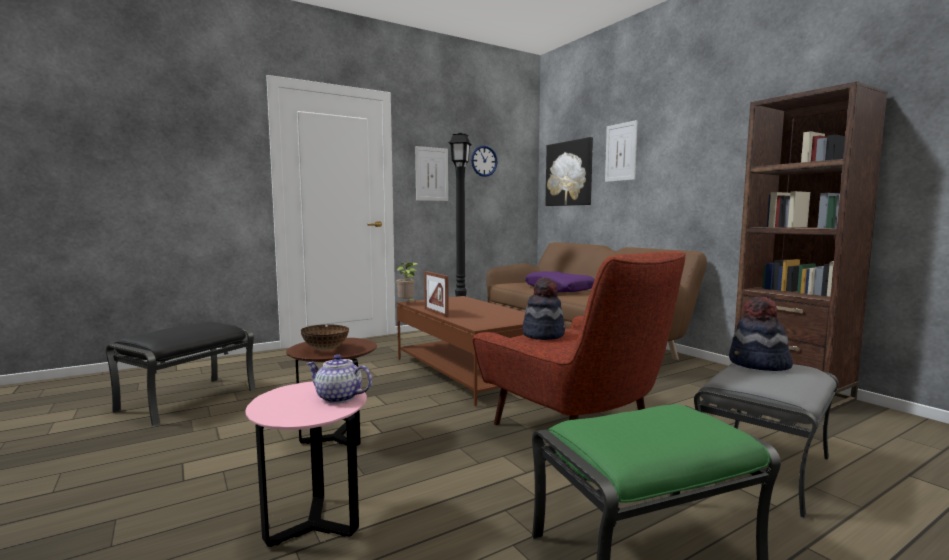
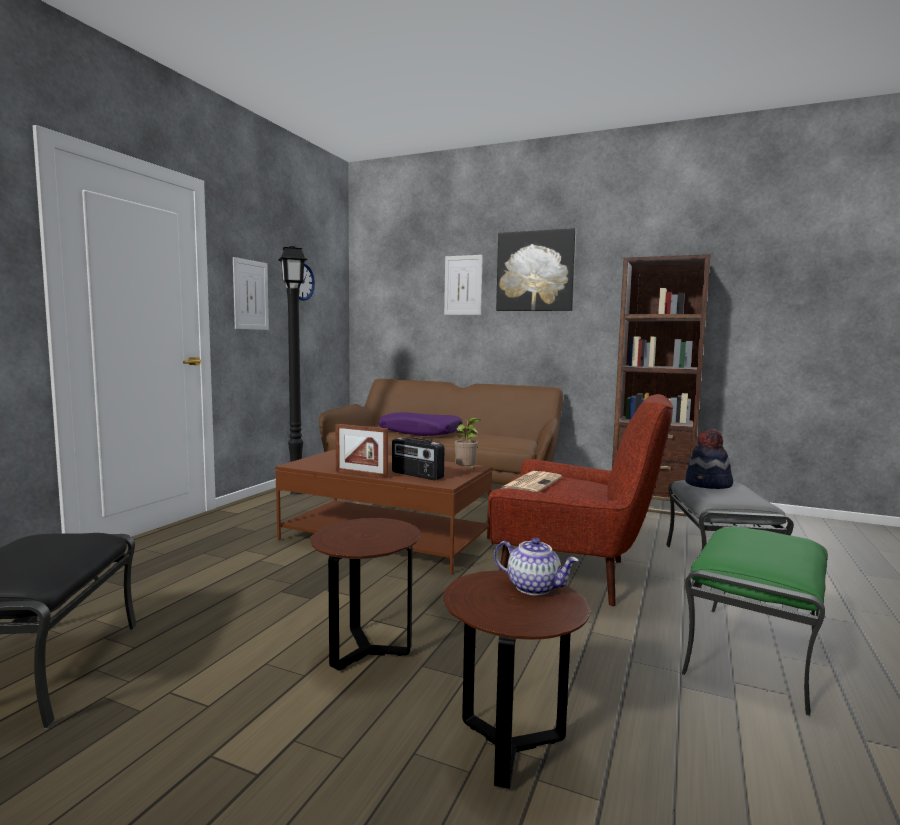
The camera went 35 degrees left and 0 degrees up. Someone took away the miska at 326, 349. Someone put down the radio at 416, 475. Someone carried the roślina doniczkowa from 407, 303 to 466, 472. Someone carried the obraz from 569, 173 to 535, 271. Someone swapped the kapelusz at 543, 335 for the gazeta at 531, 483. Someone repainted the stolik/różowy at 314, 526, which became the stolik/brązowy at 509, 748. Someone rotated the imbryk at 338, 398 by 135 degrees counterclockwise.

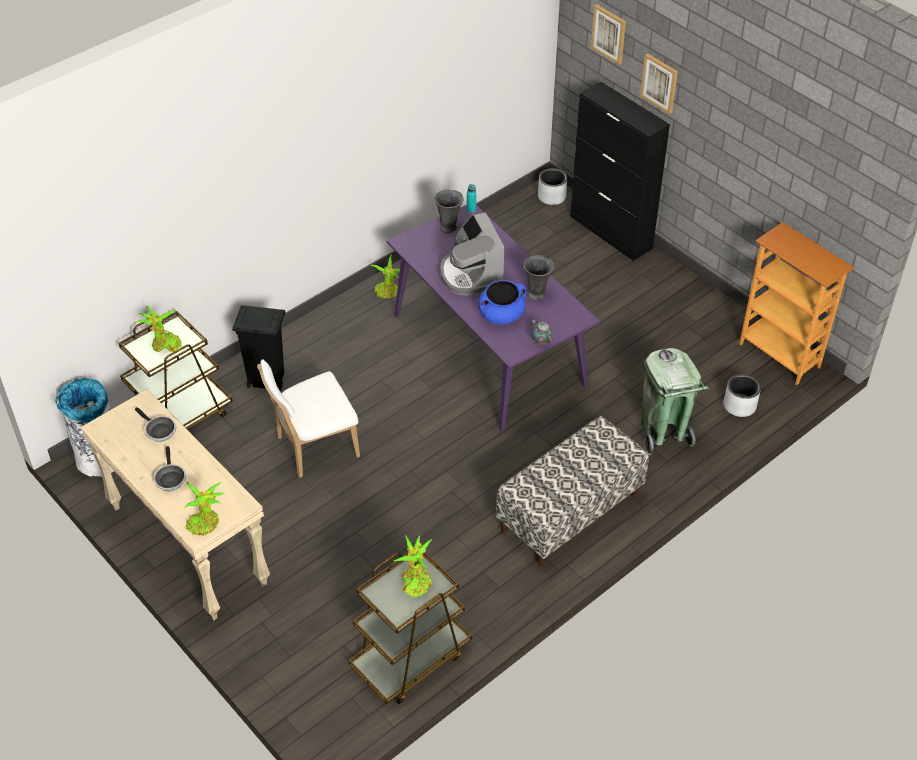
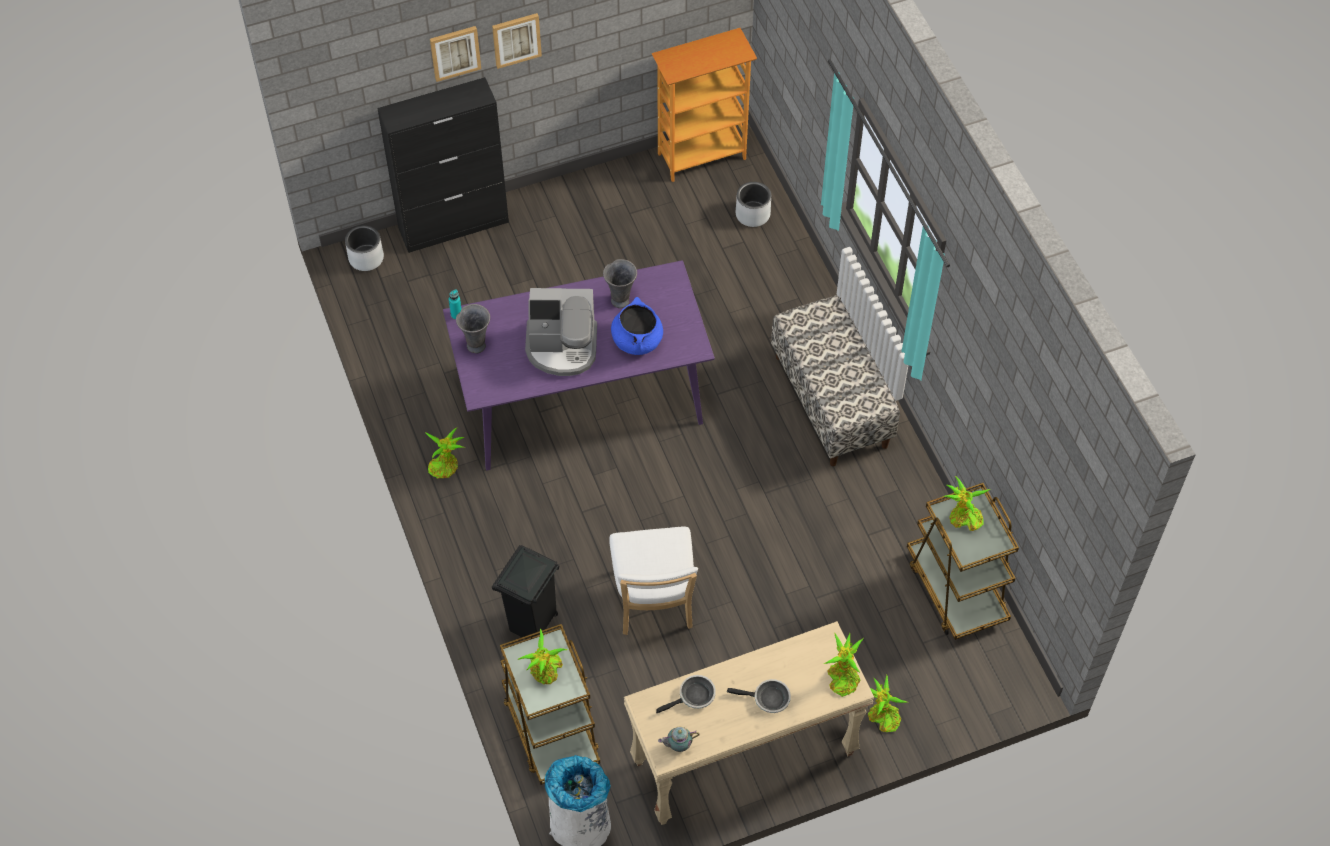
The camera went 70 degrees left and 10 degrees up. Someone took away the kosz na śmieci/zielony at 663, 433. Someone put down the roślina doniczkowa at 882, 716. Someone carried the imbryk from 541, 341 to 678, 745. Someone carried the obraz from 609, 34 to 516, 39.

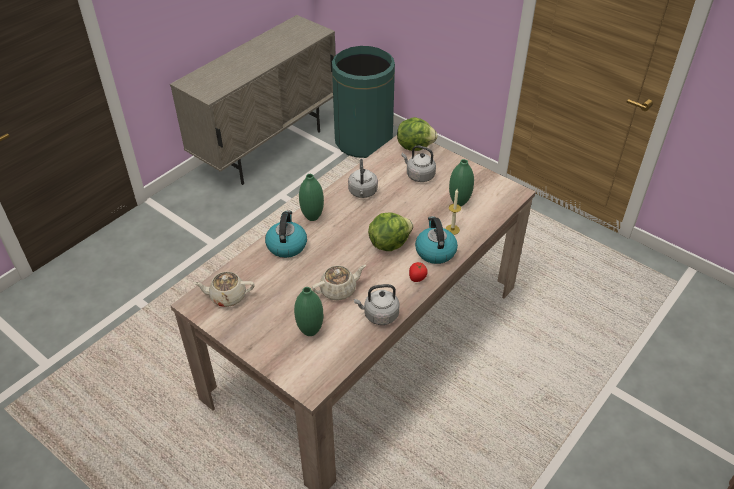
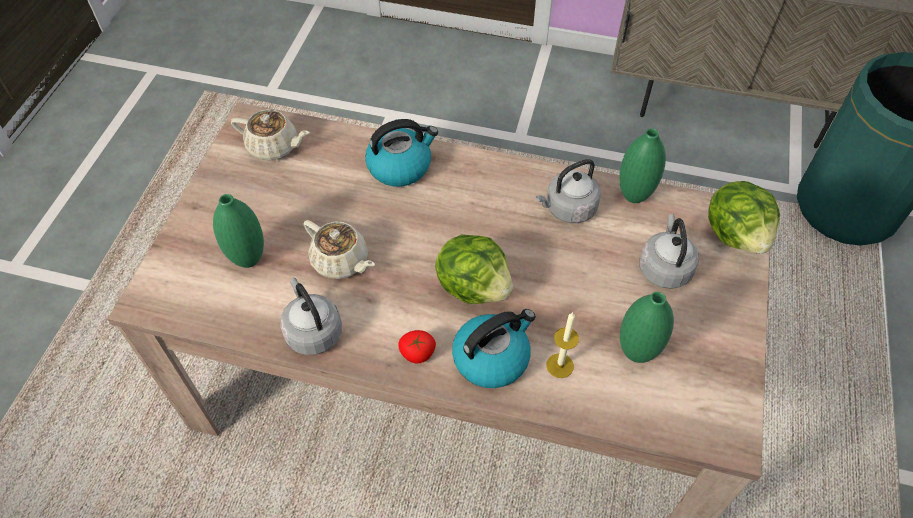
The camera went 65 degrees right and 10 degrees up. Someone carried the wazon/zielony from 312, 217 to 634, 196. Someone rotated the imbryk/beżowy at 227, 296 by 135 degrees clockwise.

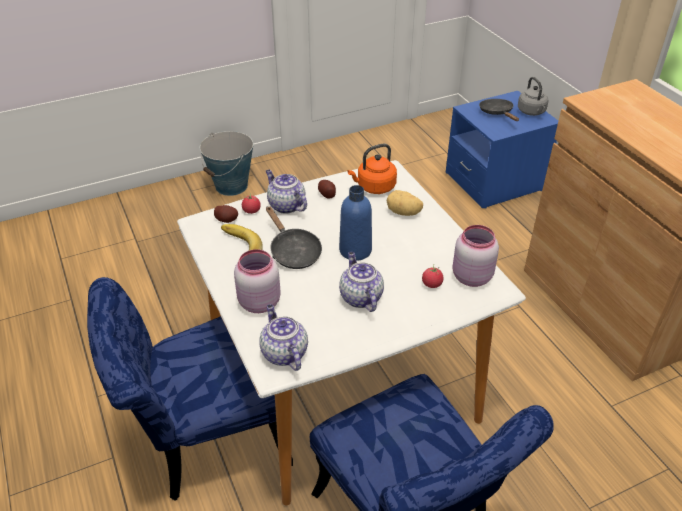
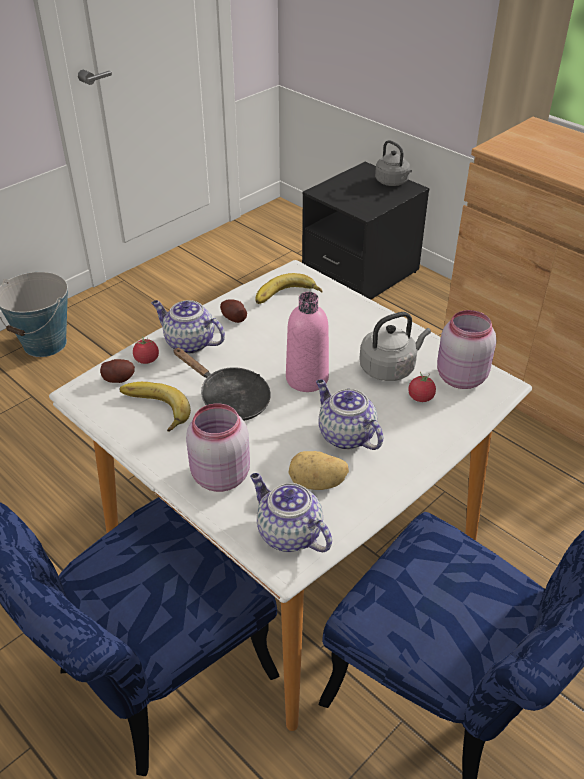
The camera went 20 degrees left and 0 degrees up. Someone took away the patelnia/czarny at 497, 113. Someone put down the czajnik/szary at 389, 368. Someone carried the ziemniak from 403, 213 to 317, 483. Someone swapped the czajnik/pomarańczowy at 374, 187 for the banan at 287, 297. Someone repainted the butelka/niebieski at 355, 250, which became the butelka/różowy at 307, 379. Someone repainted the szafka nocna/niebieski at 494, 181, which became the szafka nocna/czarny at 360, 272.

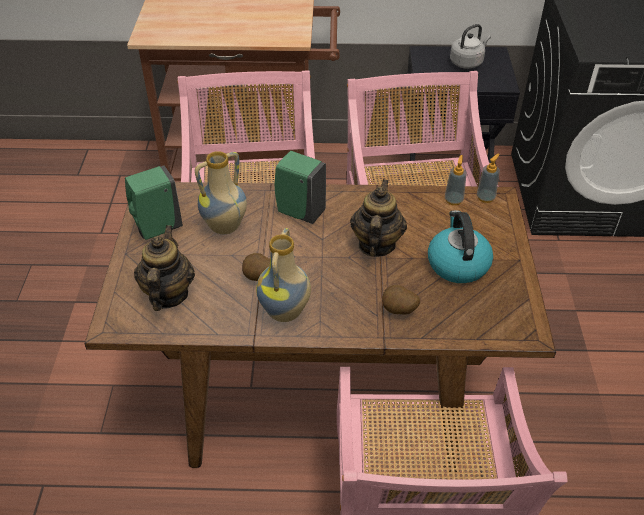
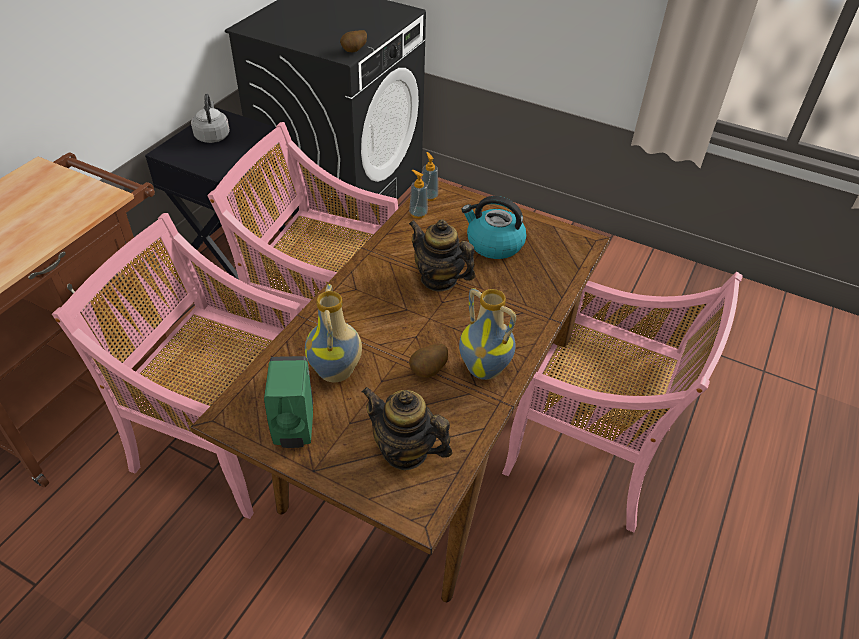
The camera went 65 degrees left and 0 degrees up. Someone took away the dozownik mydła/zielony at 299, 212. Someone carried the ziemniak from 398, 311 to 354, 51.

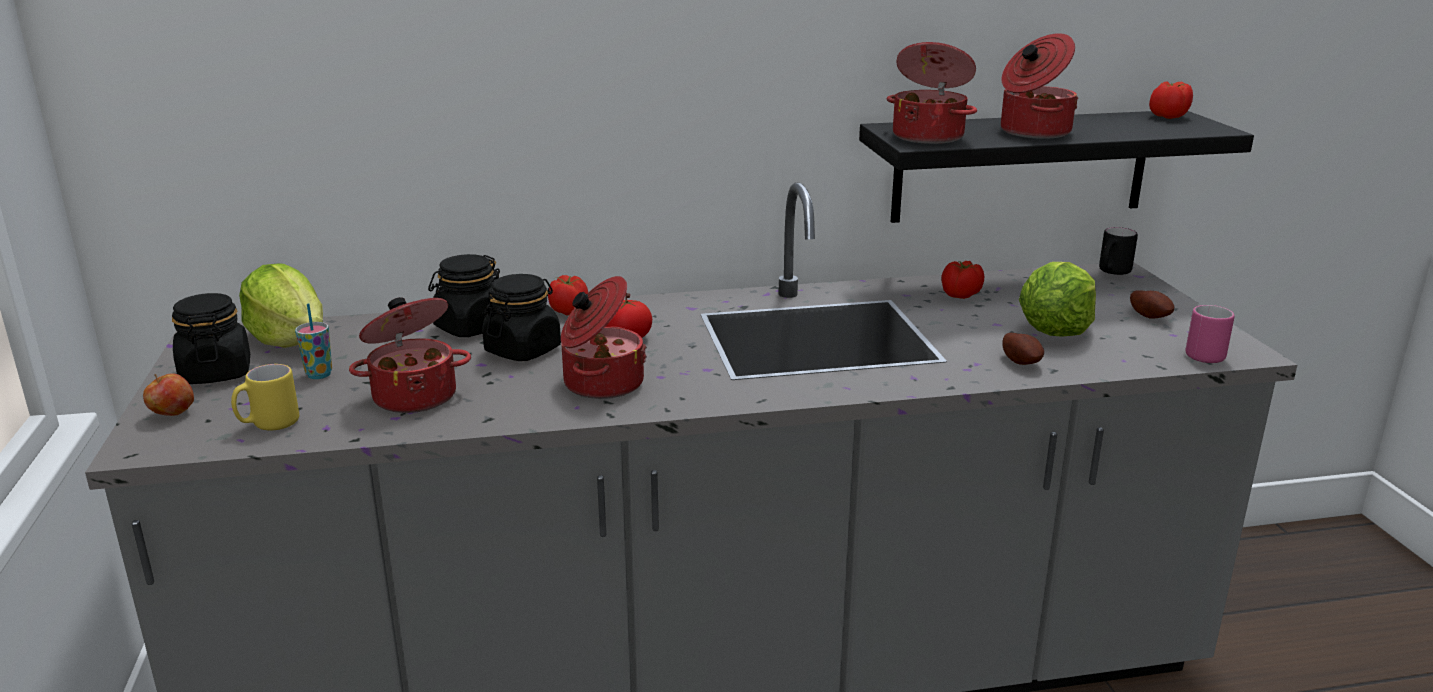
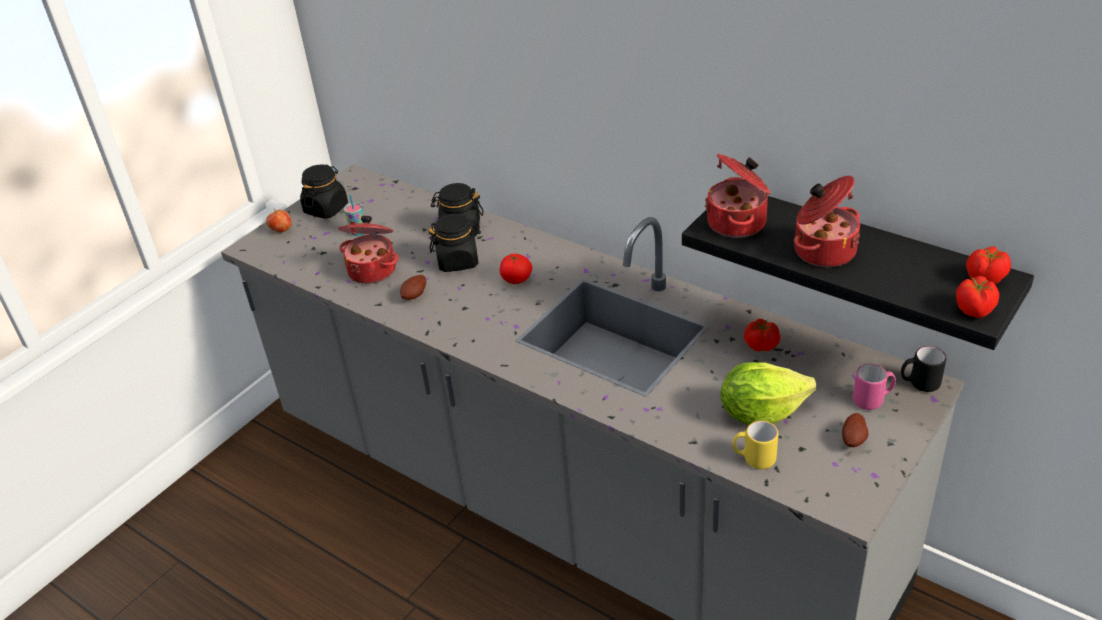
The camera went 50 degrees right and 15 degrees up. Someone took away the sałata at 290, 340. Someone took away the garnek at 601, 383. Someone carried the kubek/żółty from 268, 425 to 754, 459. Someone carried the pomidor from 570, 311 to 974, 310. Someone carried the ziemniak from 1022, 362 to 415, 296. Someone carried the kubek/różowy from 1206, 354 to 873, 400.

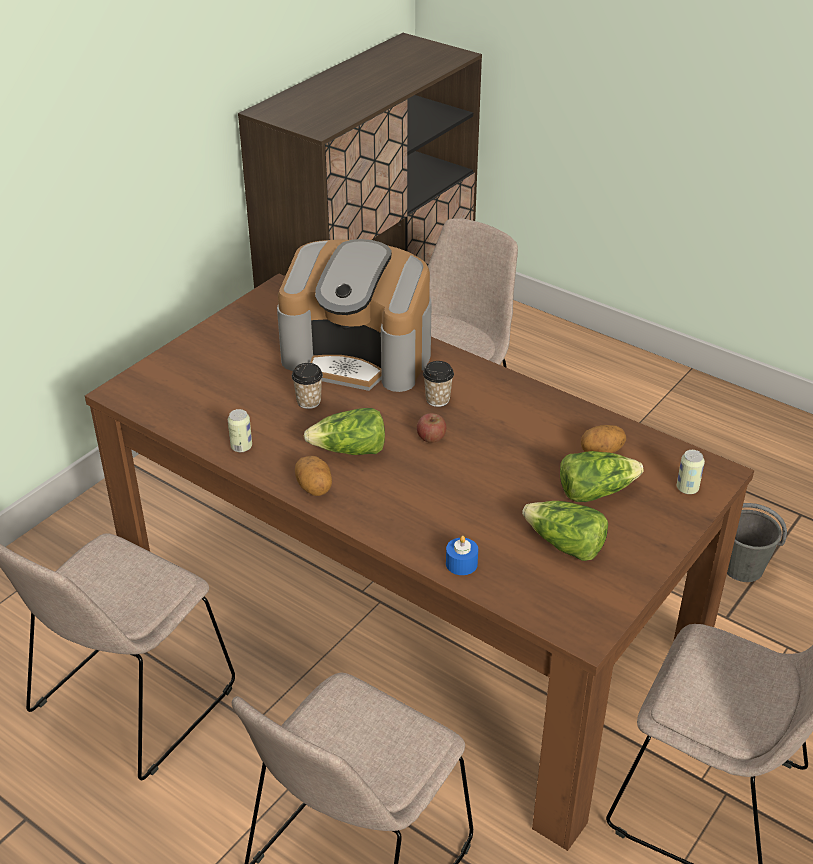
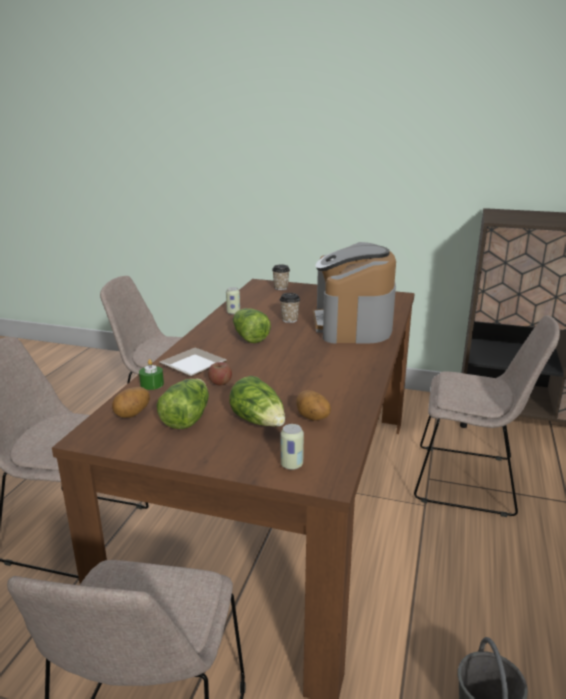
The camera went 70 degrees right and 15 degrees down. Someone put down the talerz at 191, 365. Someone carried the ziemniak from 314, 488 to 133, 414. Someone carried the jabłko from 431, 437 to 220, 382. Someone carried the filiżanka from 437, 400 to 281, 288. Someone repainted the świeca/niebieski at 461, 563, which became the świeca/zielony at 152, 384.

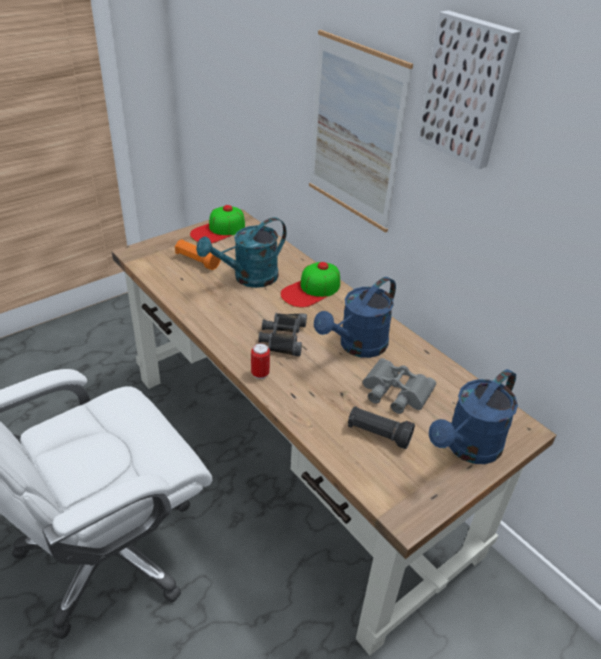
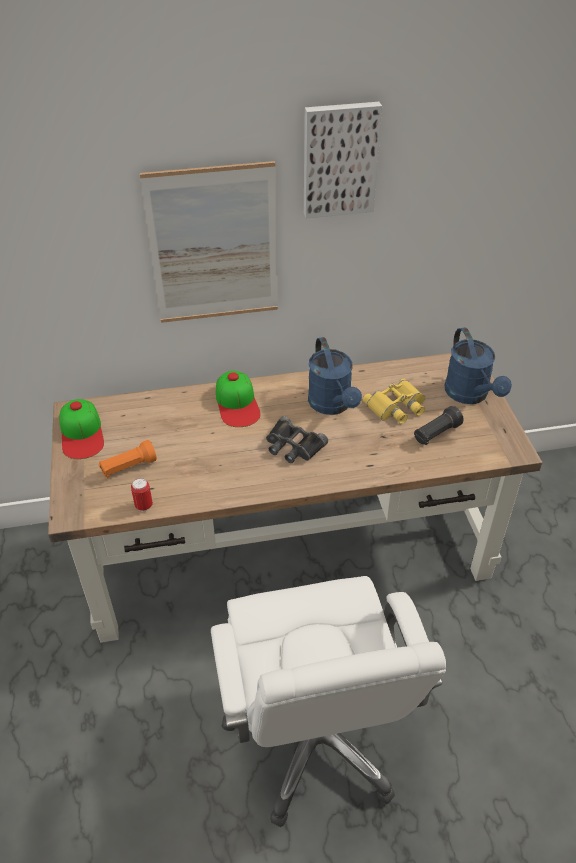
The camera went 60 degrees left and 5 degrees up. Someone took away the konewka/turkusowy at 248, 278. Someone carried the puszka from 260, 374 to 144, 506. Someone repainted the lornetka/szary at 395, 392, which became the lornetka/żółty at 397, 407.

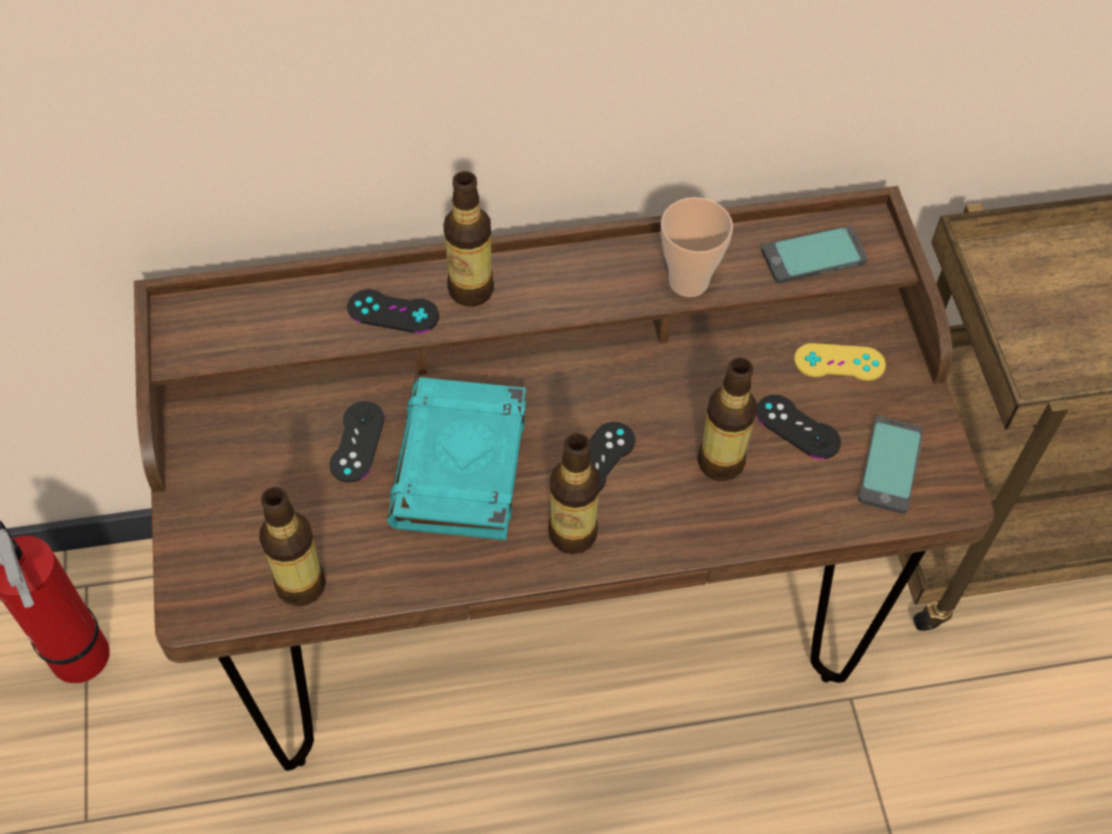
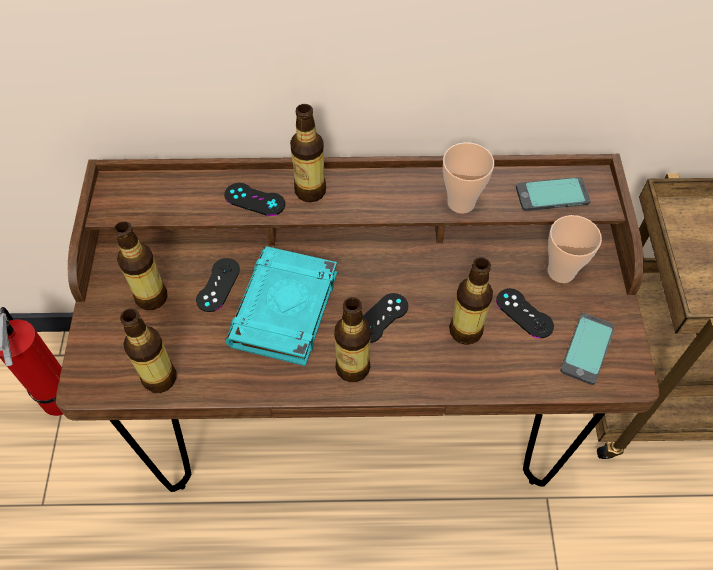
The camera went 10 degrees right and 0 degrees up. Someone put down the butelka at 151, 297. Someone swapped the pad do gier/żółty at 839, 362 for the filiżanka at 561, 271.

